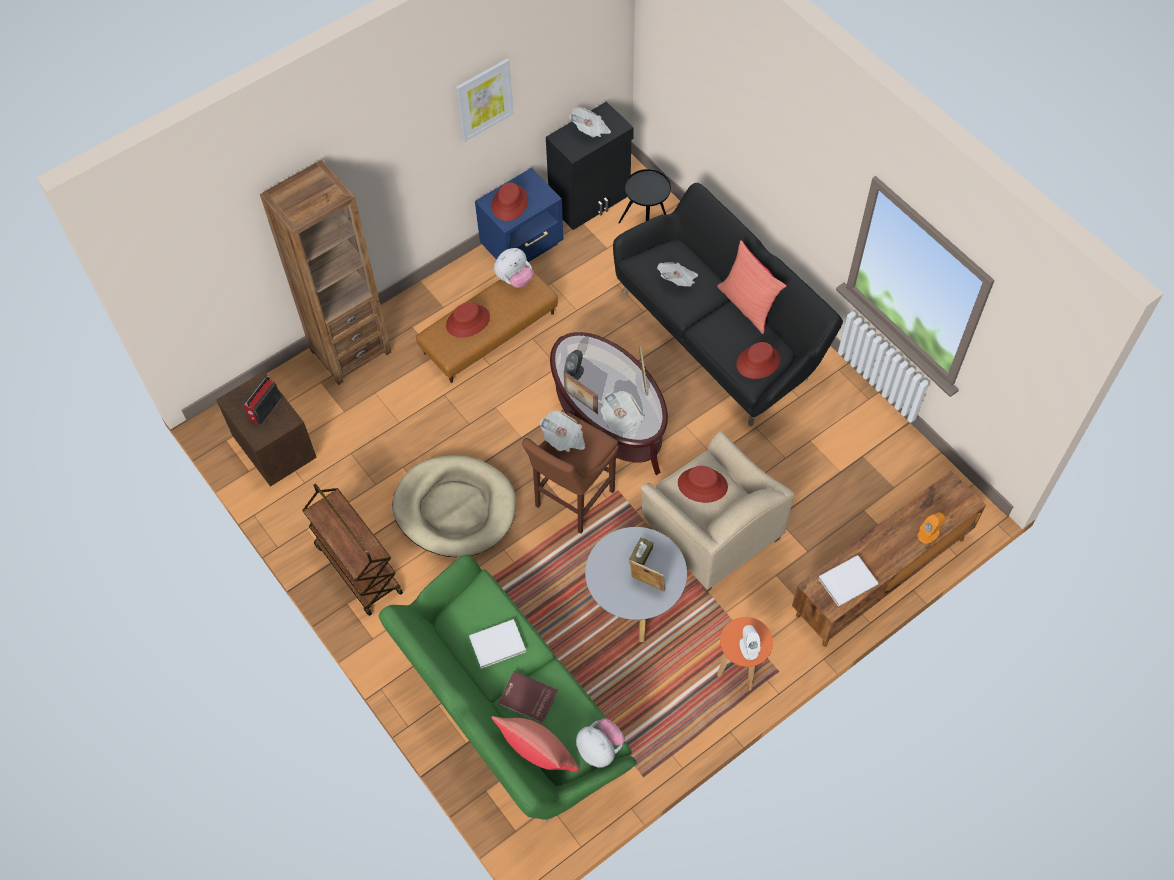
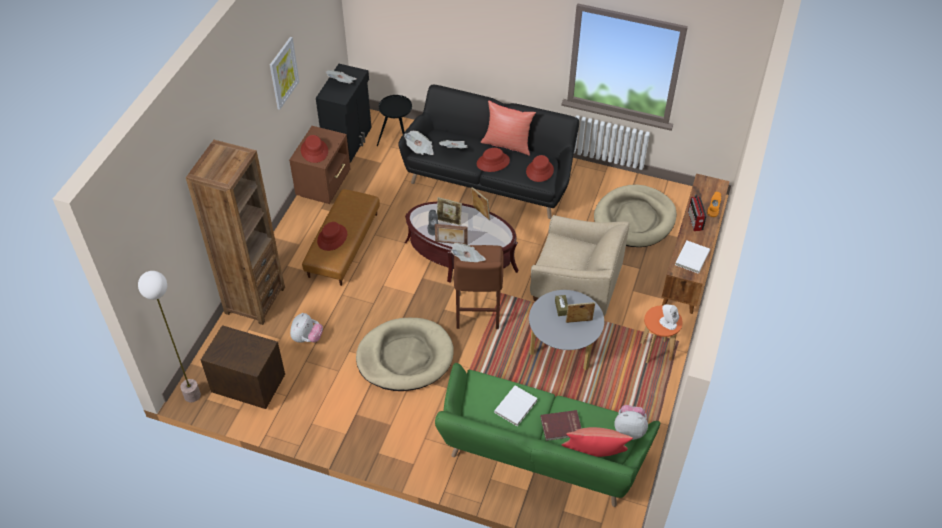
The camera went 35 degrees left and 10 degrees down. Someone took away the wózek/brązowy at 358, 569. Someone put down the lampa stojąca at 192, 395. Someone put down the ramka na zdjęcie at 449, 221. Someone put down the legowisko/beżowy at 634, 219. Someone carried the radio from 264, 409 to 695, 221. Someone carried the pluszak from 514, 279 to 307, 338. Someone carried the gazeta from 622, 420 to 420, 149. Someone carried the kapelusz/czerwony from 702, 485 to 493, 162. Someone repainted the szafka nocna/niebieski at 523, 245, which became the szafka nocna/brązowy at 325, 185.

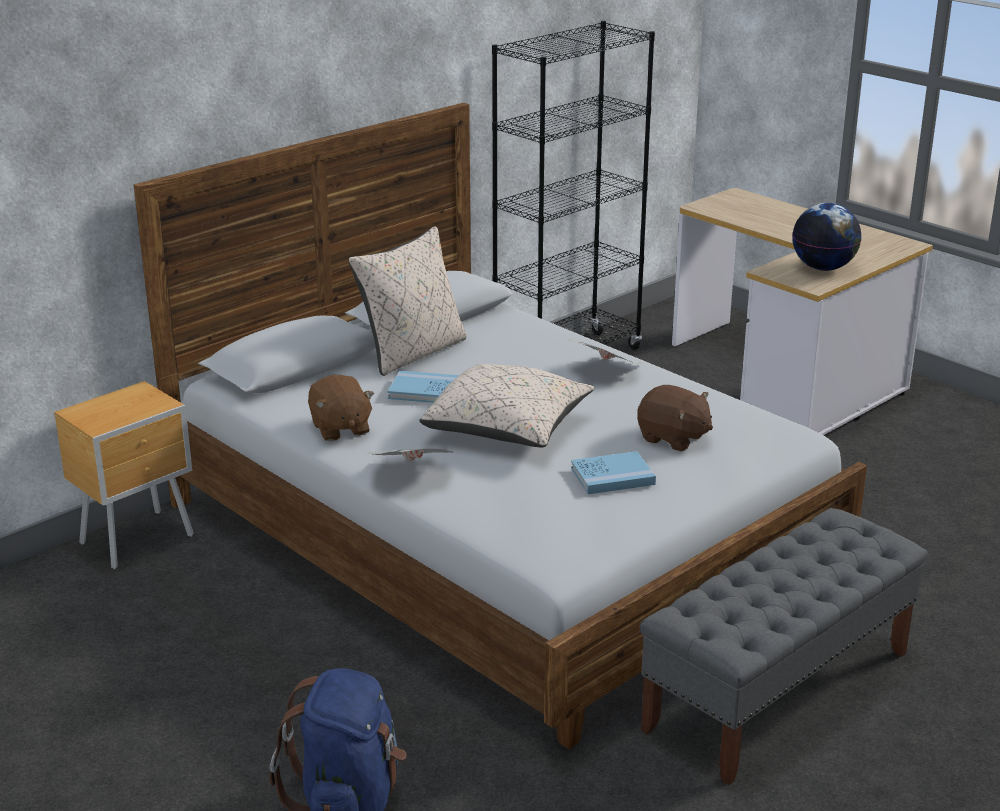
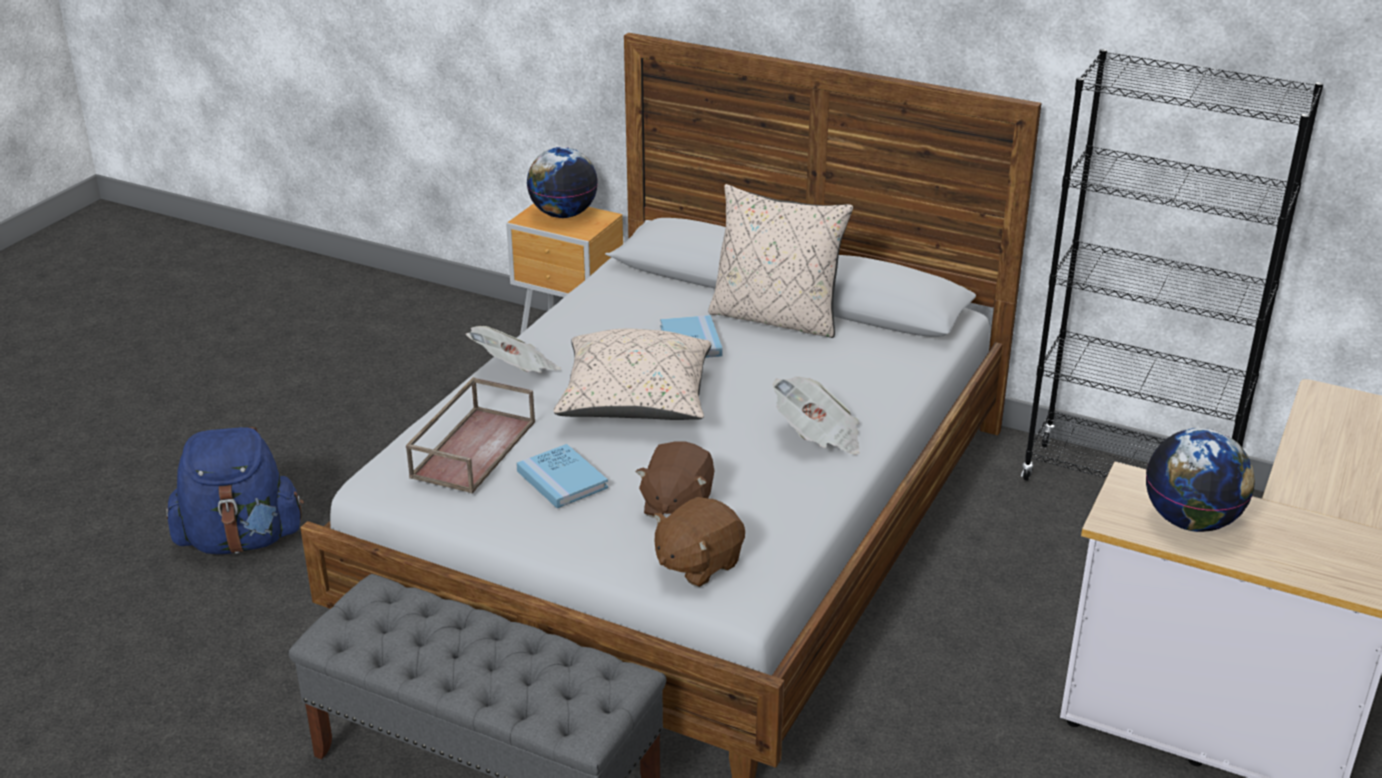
The camera went 70 degrees right and 5 degrees up. Someone put down the taca/brązowy at 473, 448. Someone put down the globus at 563, 214. Someone carried the pluszak/brązowy from 340, 429 to 697, 563.

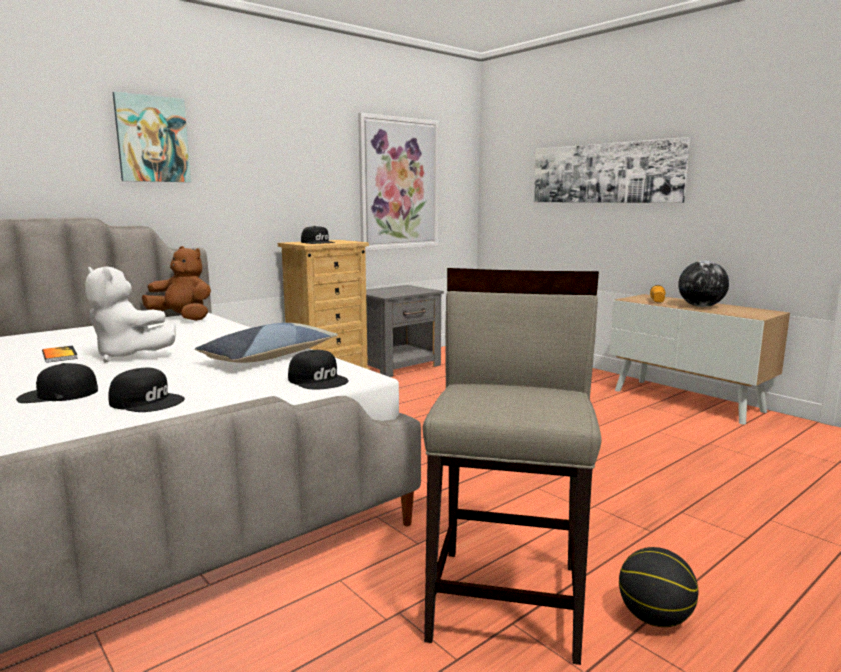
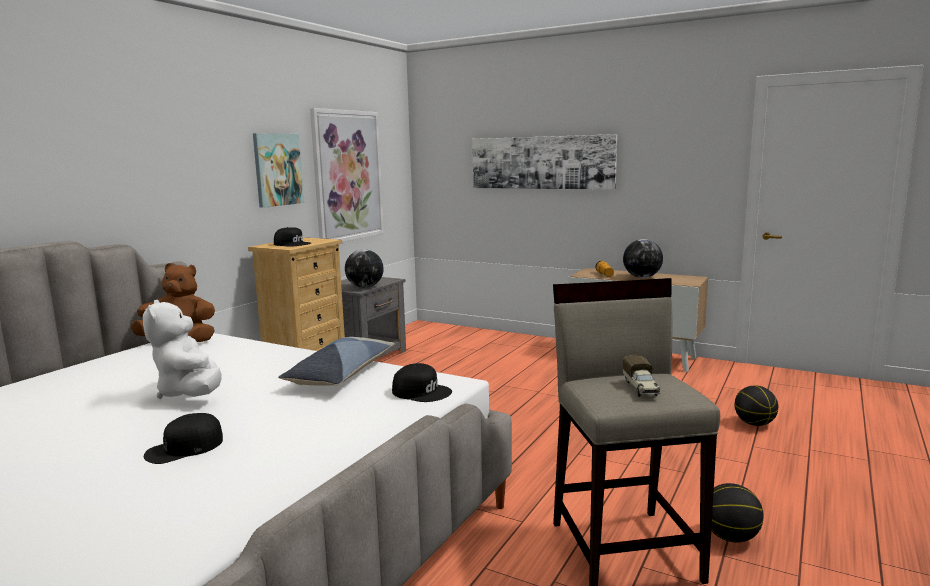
The camera went 20 degrees left and 0 degrees up. Someone took away the książka at 59, 355. Someone took away the czapka z daszkiem/czarny at 147, 401. Someone put down the globus at 365, 287. Someone put down the ciężarówka zabawkowa at 641, 388. Someone put down the piłka do koszykówki at 754, 424. Someone carried the obraz from 152, 139 to 277, 169. Someone rotated the pluszak/biały at 128, 356 by 60 degrees clockwise.

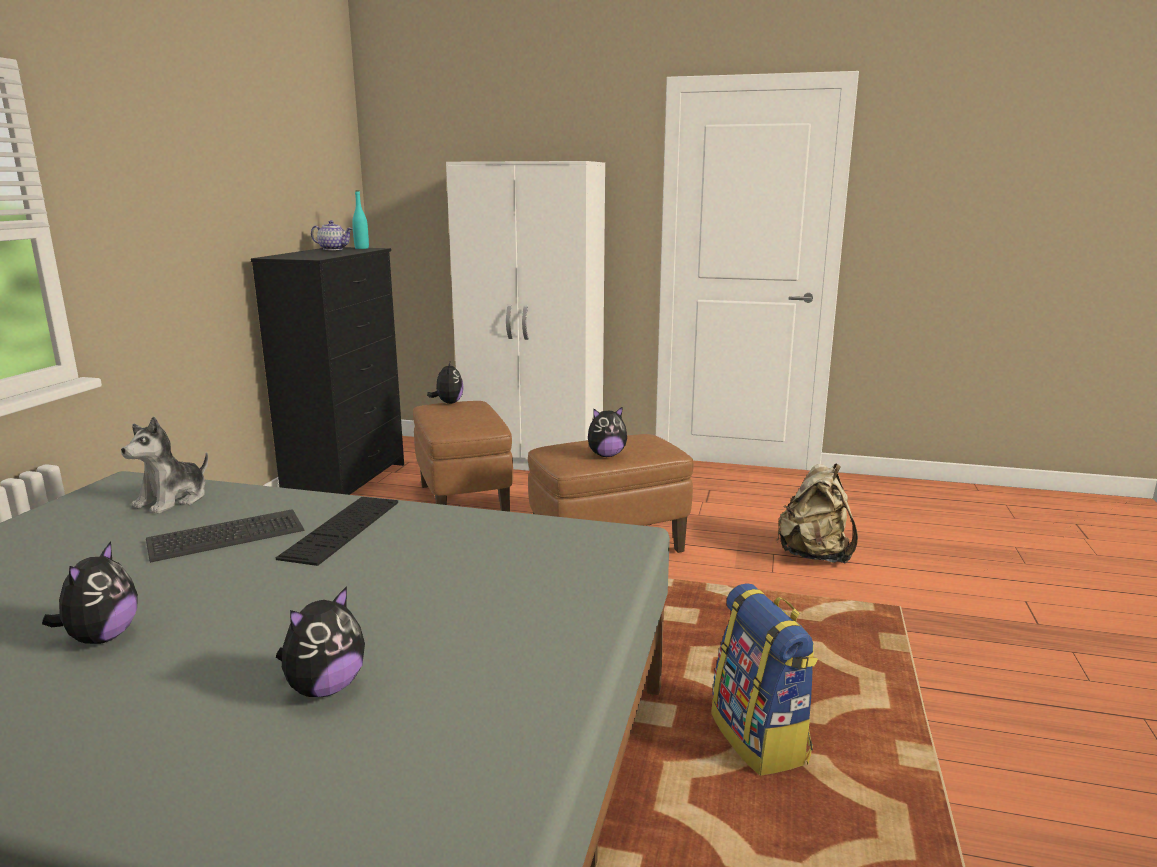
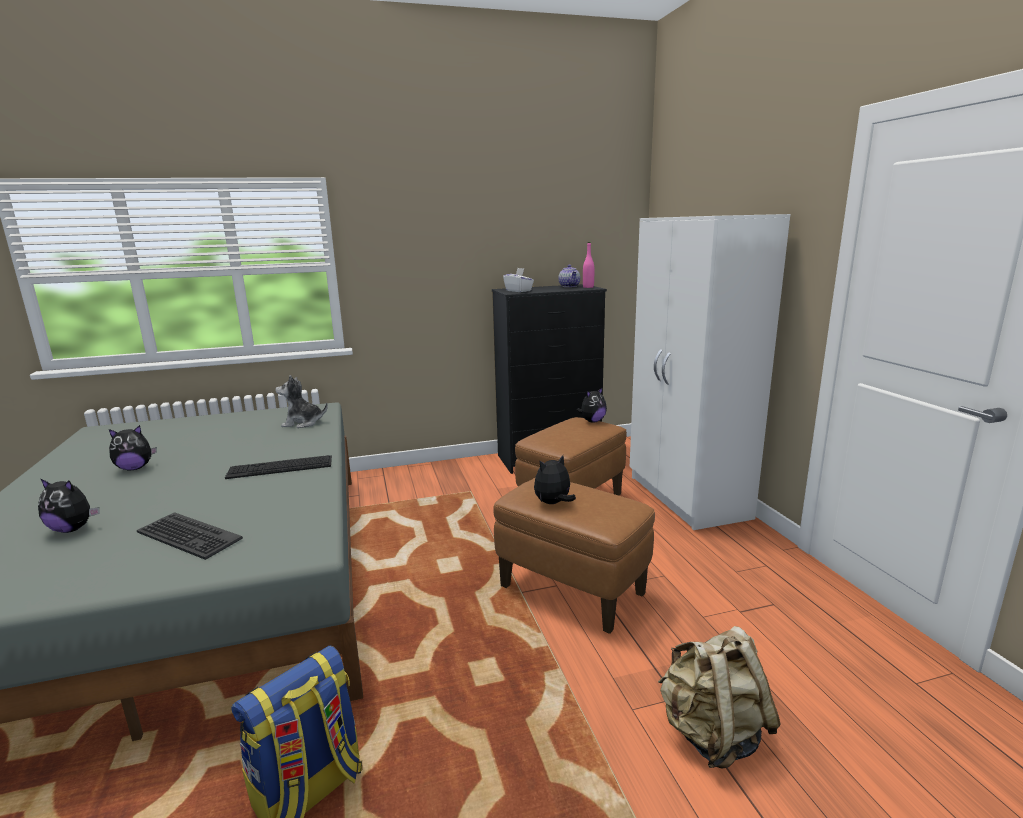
The camera went 60 degrees right and 0 degrees up. Someone put down the pudełko chusteczek/biały at 518, 291. Someone carried the klawiatura from 226, 537 to 188, 536. Someone repainted the butelka/turkusowy at 361, 248, which became the butelka/różowy at 588, 287. Someone rotated the pluszak at 606, 455 by 105 degrees clockwise.

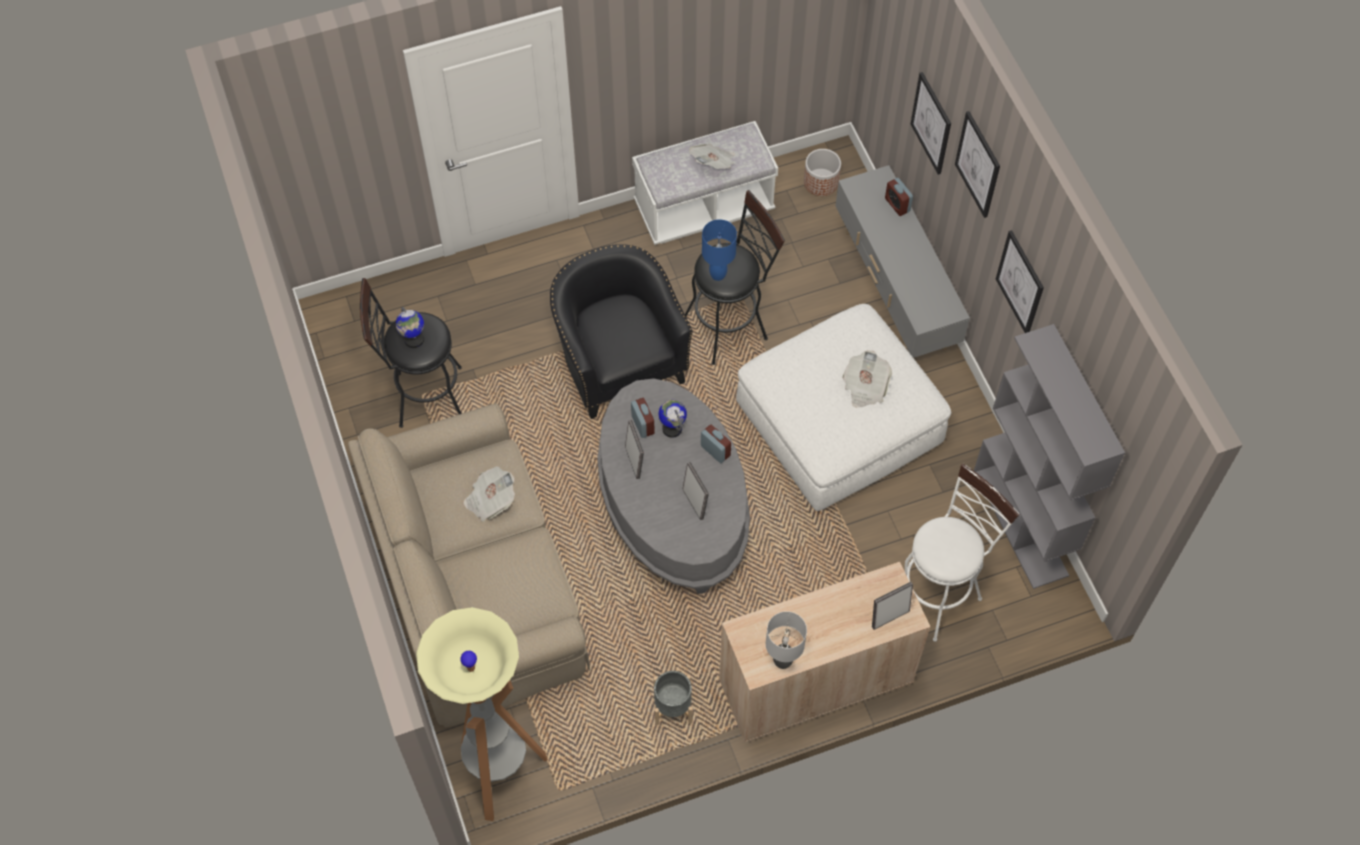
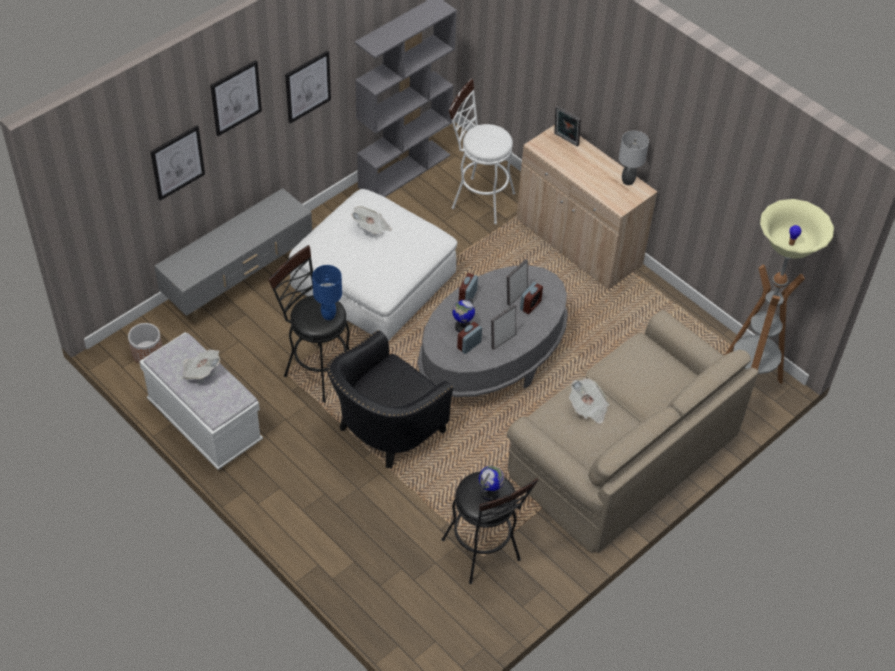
The camera went 115 degrees left and 10 degrees down. Someone took away the donica/szary at 673, 707. Someone carried the budzik from 897, 205 to 530, 305.

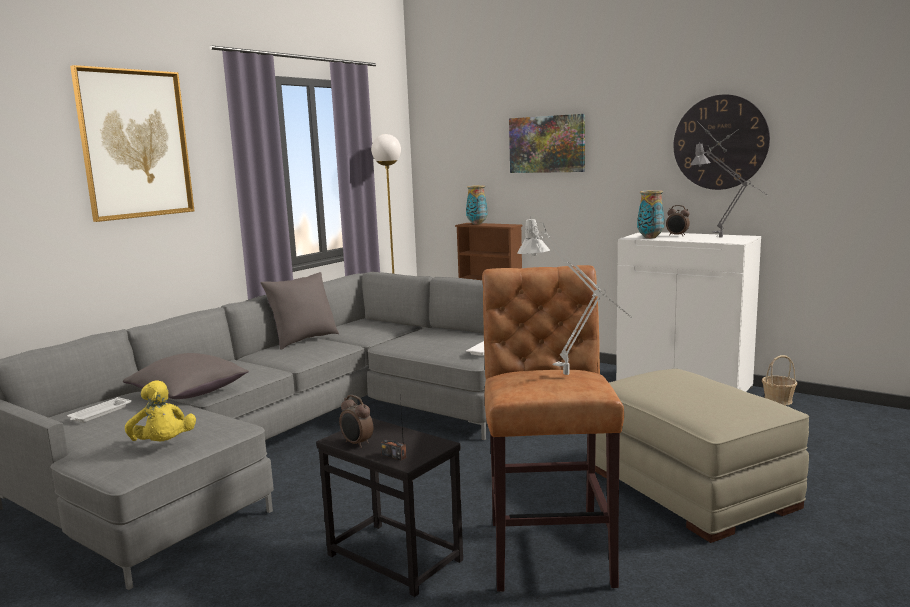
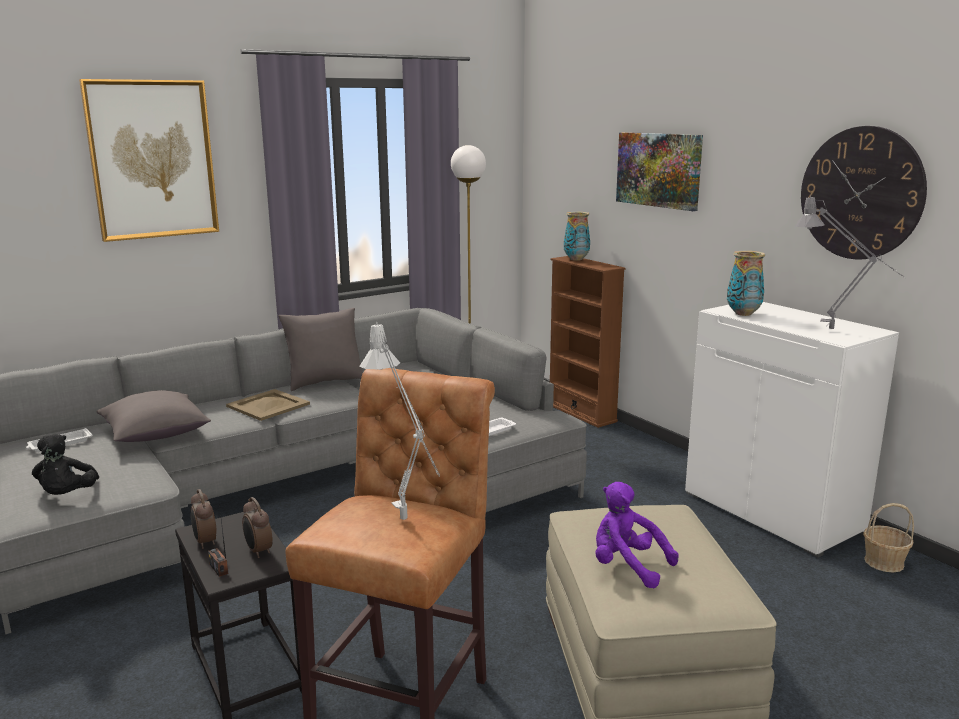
The camera went 20 degrees right and 5 degrees up. Someone put down the taca/beżowy at 268, 405. Someone put down the pluszak/fioletowy at 627, 566. Someone carried the budzik from 677, 235 to 258, 551. Someone repainted the pluszak/żółty at 163, 445, which became the pluszak/czarny at 67, 496.

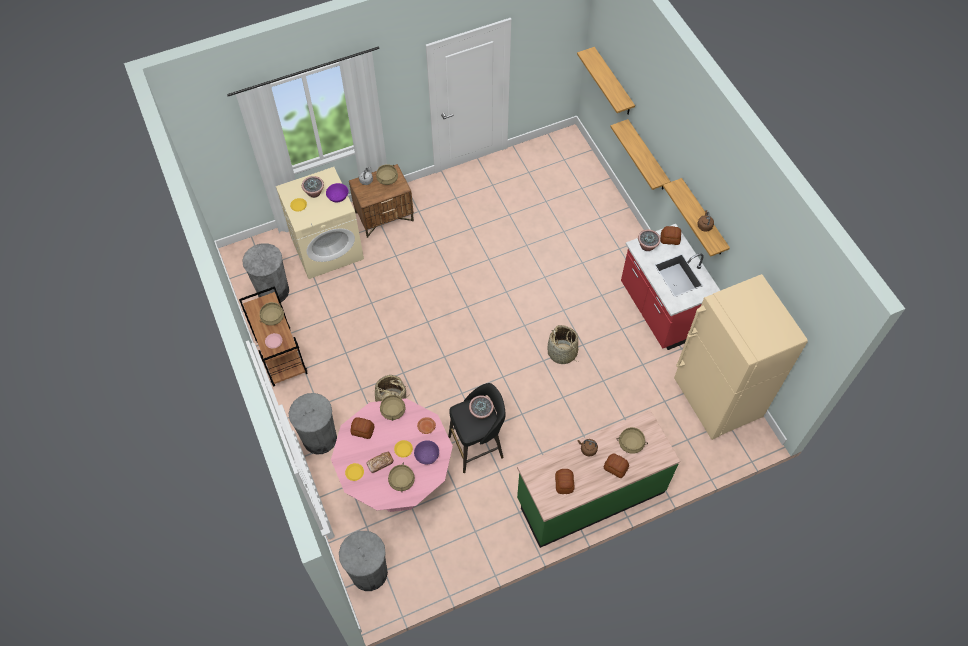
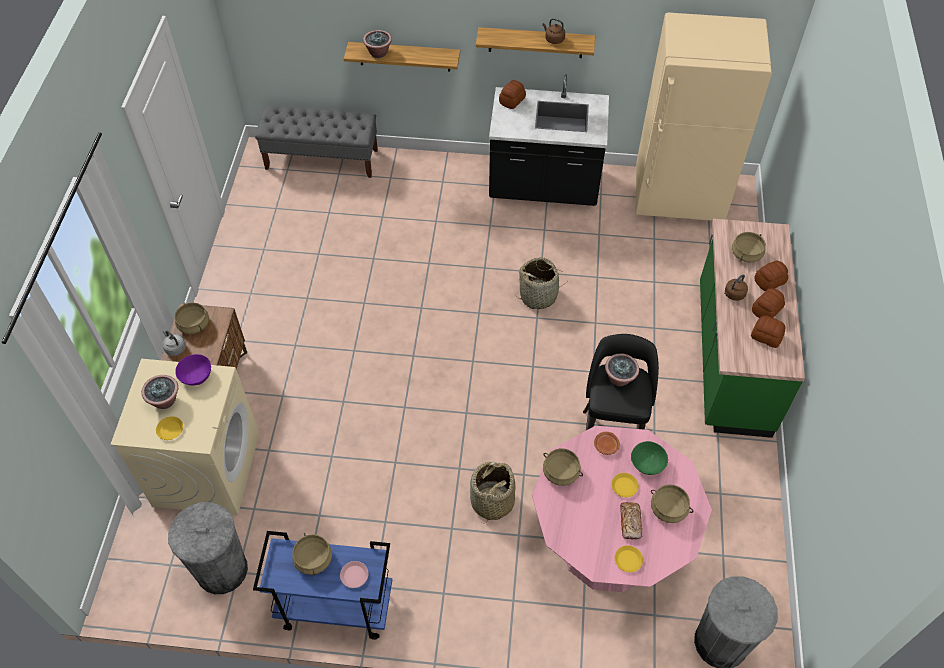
The camera went 60 degrees left and 5 degrees down. Someone took away the kosz na śmieci/szary at 319, 438. Someone took away the półka at 613, 82. Someone put down the ławka/szary at 322, 159. Someone carried the chleb from 363, 431 to 767, 310. Someone carried the roślina doniczkowa from 647, 246 to 378, 53. Someone repainted the wózek/brązowy at 280, 356, which became the wózek/niebieski at 334, 607. Someone repainted the miska/fioletowy at 427, 455, which became the miska/zielony at 647, 464. Someone repainted the zabudowa kuchenna/czerwony at 660, 310, which became the zabudowa kuchenna/czarny at 543, 187.

